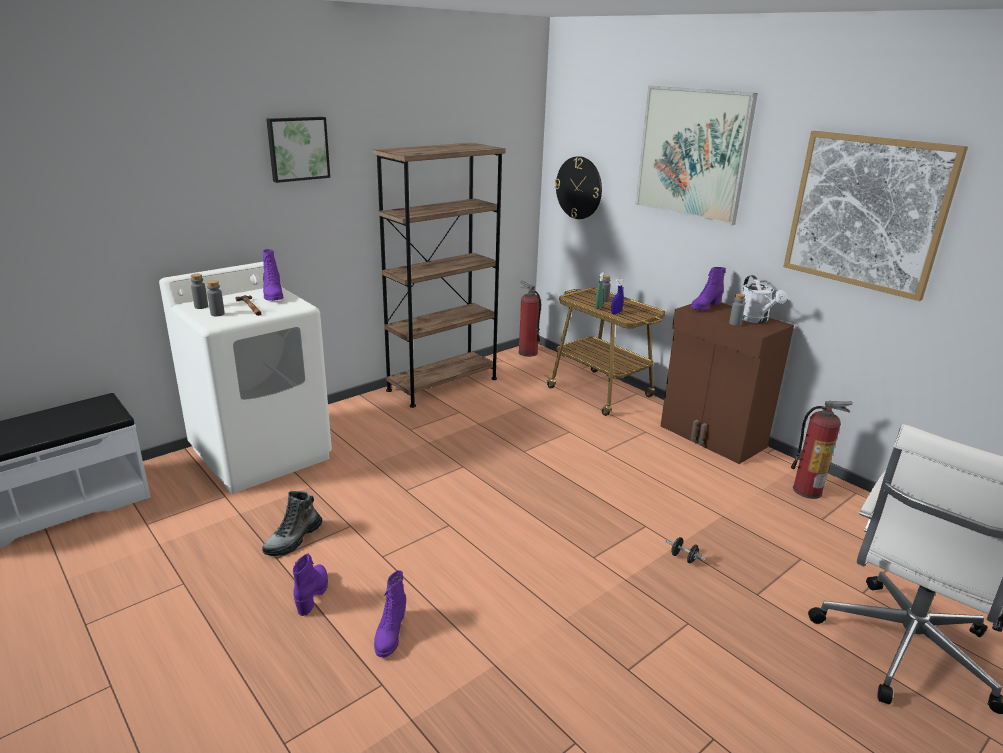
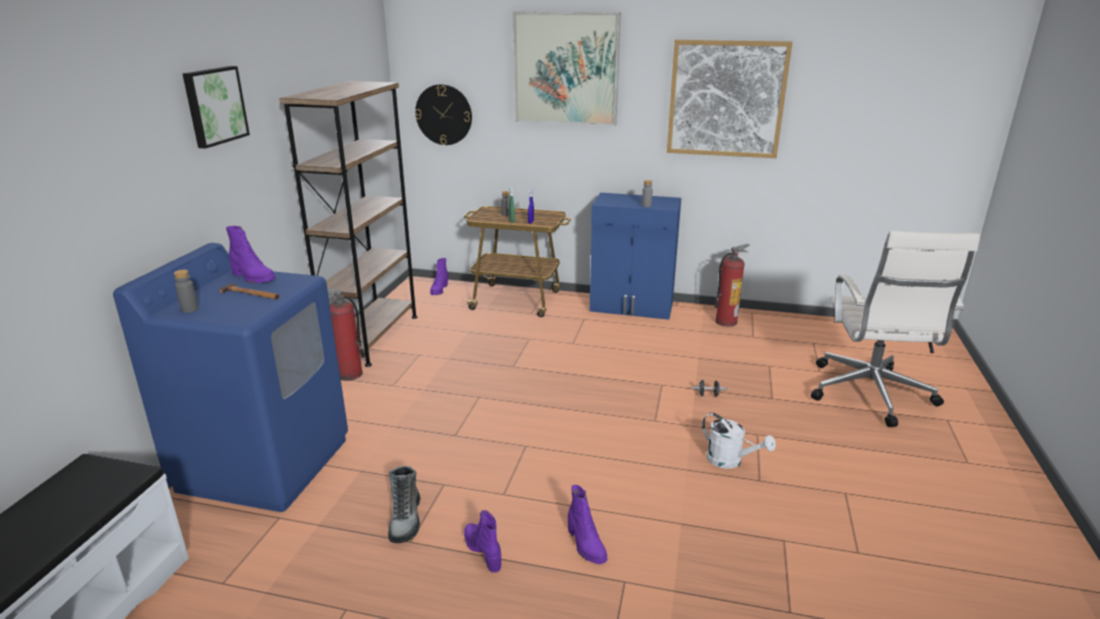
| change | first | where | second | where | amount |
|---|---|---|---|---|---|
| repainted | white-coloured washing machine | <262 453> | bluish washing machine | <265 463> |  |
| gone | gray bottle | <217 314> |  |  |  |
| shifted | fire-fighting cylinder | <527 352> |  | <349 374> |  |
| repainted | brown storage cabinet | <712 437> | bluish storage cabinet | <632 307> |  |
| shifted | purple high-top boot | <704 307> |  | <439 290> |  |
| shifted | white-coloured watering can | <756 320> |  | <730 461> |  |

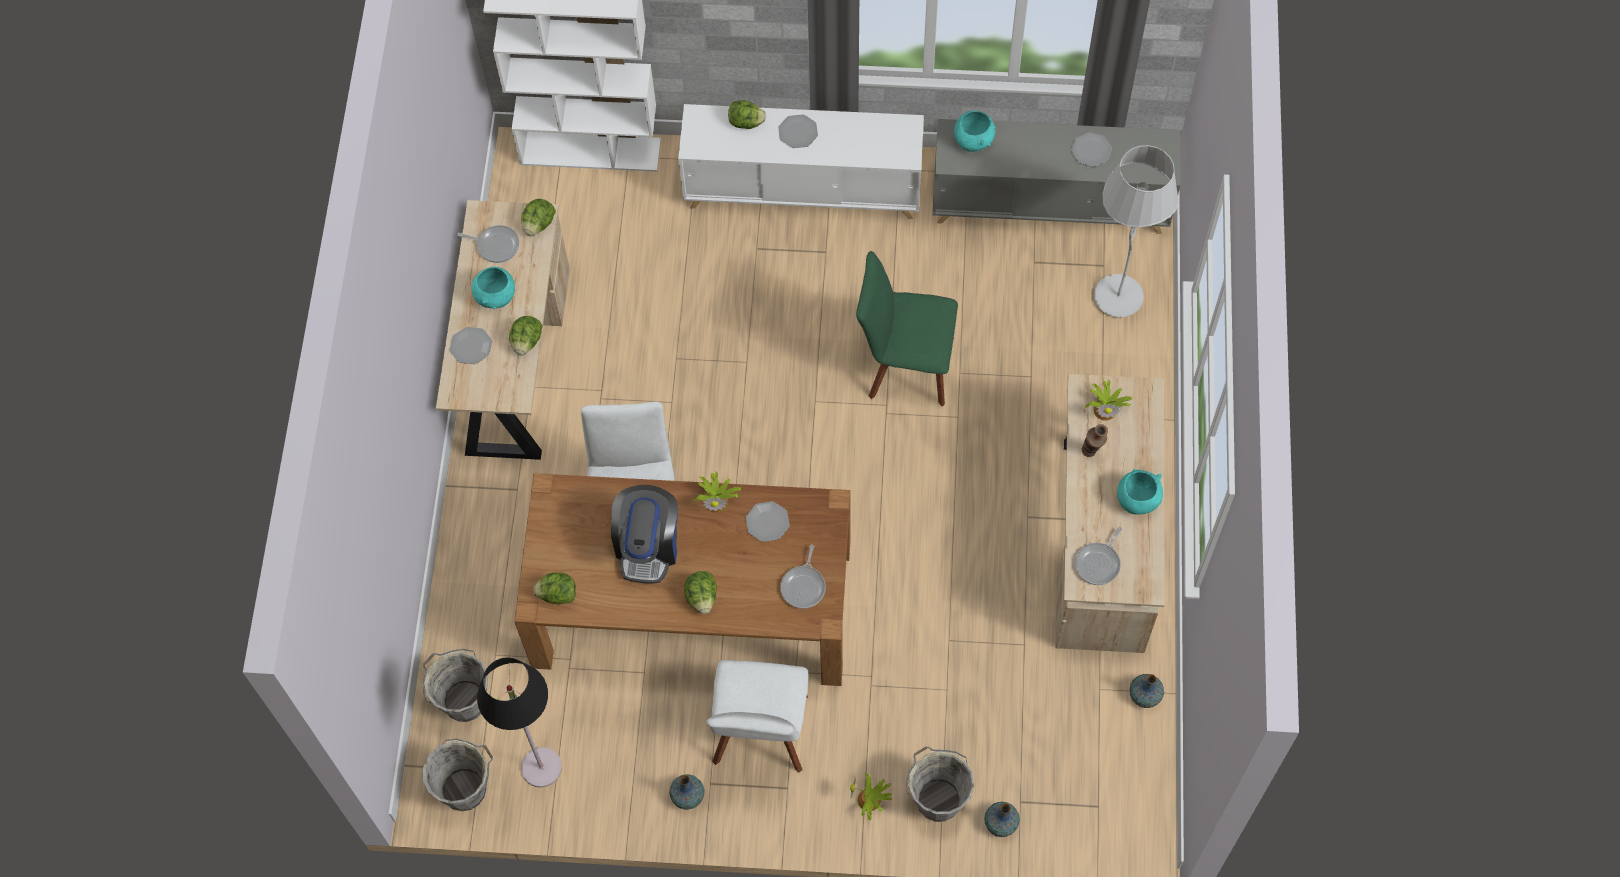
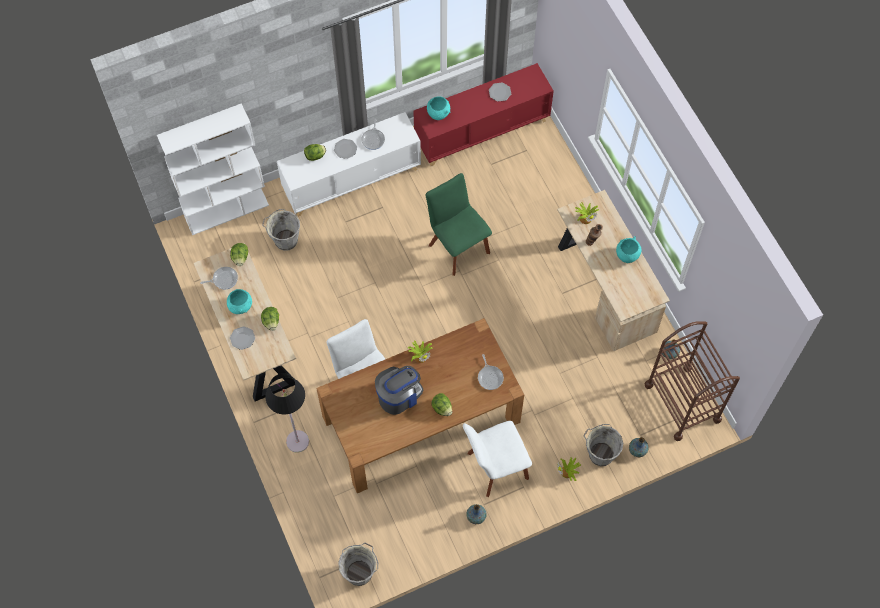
| change | first | where | second | where | amount |
|---|---|---|---|---|---|
| shifted | gray bucket | <463 700> |  | <285 240> |  |
| shifted | black standard lamp | <541 767> |  | <297 441> |  |
| gone | lettuce head | <557 594> |  |  |  |
| rotated | coffee maker | <648 546> |  | <399 396> | 105 degrees counterclockwise |
| rotated | white-coloured chair | <760 735> |  | <494 467> | 90 degrees clockwise |
| gone | flat dish | <767 522> |  |  |  |
| rotated | greenish chair | <905 366> |  | <457 246> | 75 degrees clockwise |
| repainted | gray storage cabinet | <1050 204> | reddish storage cabinet | <482 131> |  |
| shifted | skillet | <1099 563> |  | <373 139> |  |
| gone | white-coloured standard lamp | <1118 298> |  |  |  |
| new |  |  | brown wheeled cart | <682 402> |  |

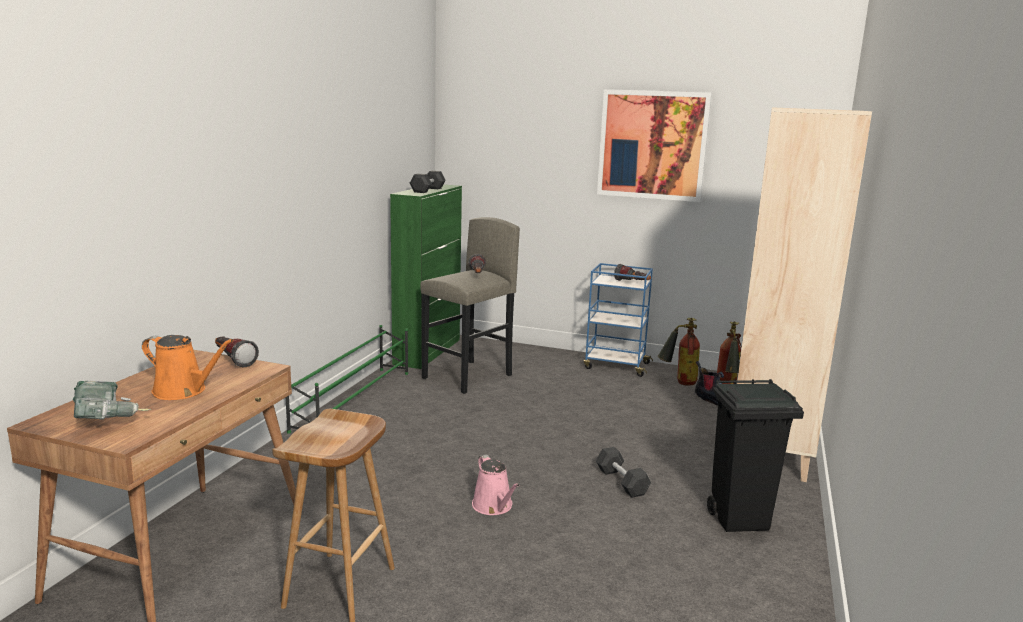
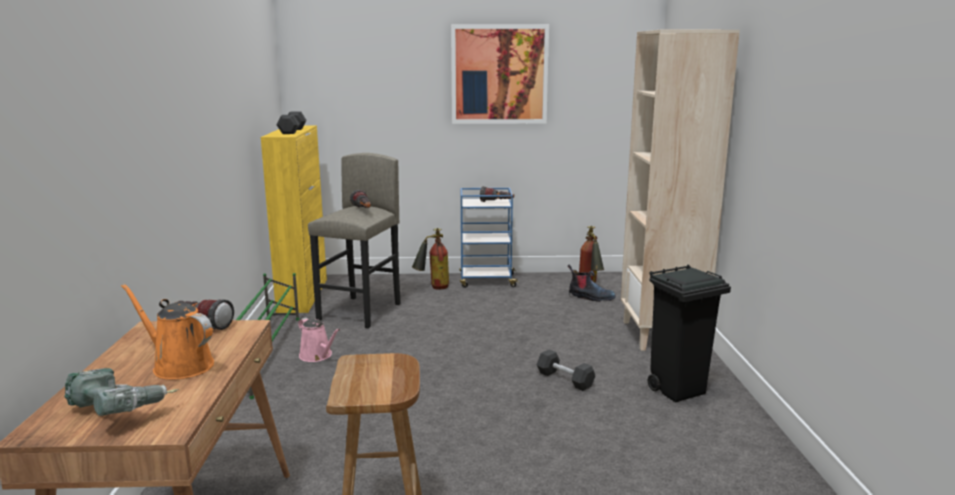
| change | first | where | second | where | amount |
|---|---|---|---|---|---|
| rotated | orange-coloured watering can | <183 391> |  | <179 365> | 150 degrees counterclockwise |
| repainted | greenish storage cabinet | <428 351> | yellow storage cabinet | <303 295> |  |
| shifted | pinkish watering can | <494 506> |  | <317 356> |  |
| shifted | fire-fighting cylinder | <678 382> |  | <432 288> |  |

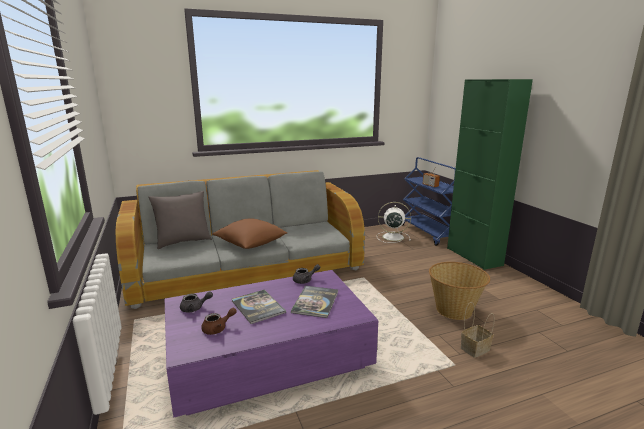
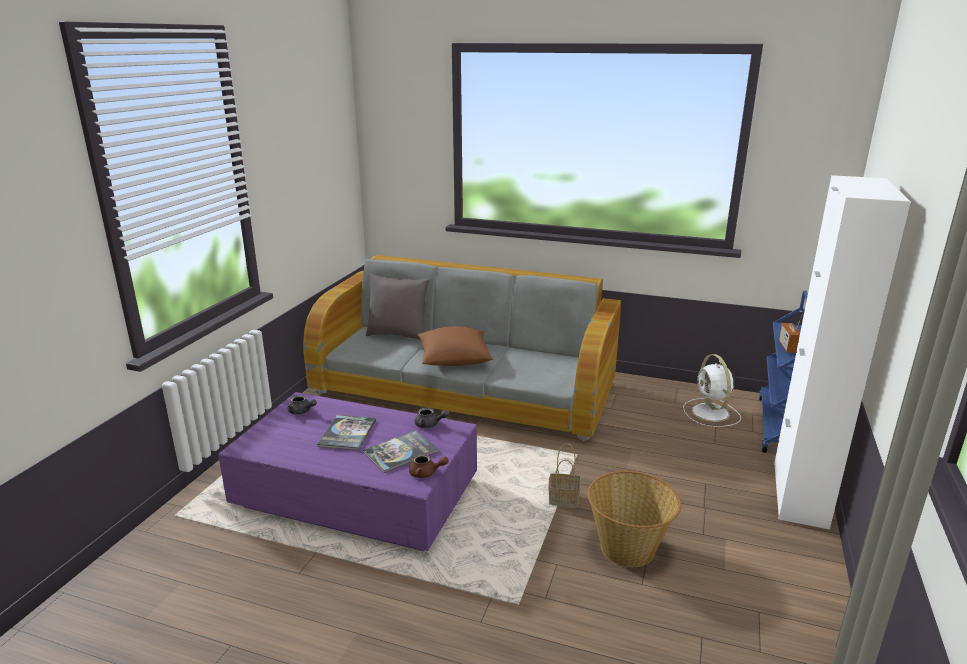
| change | first | where | second | where | amount |
|---|---|---|---|---|---|
| shifted | brown teapot | <218 328> |  | <426 473> |  |
| rotated | white-coloured fan | <392 237> |  | <711 413> | 150 degrees counterclockwise |
| repainted | greenish storage cabinet | <474 256> | white-coloured storage cabinet | <799 494> |  |
| shifted | household basket | <475 348> |  | <564 499> |  |

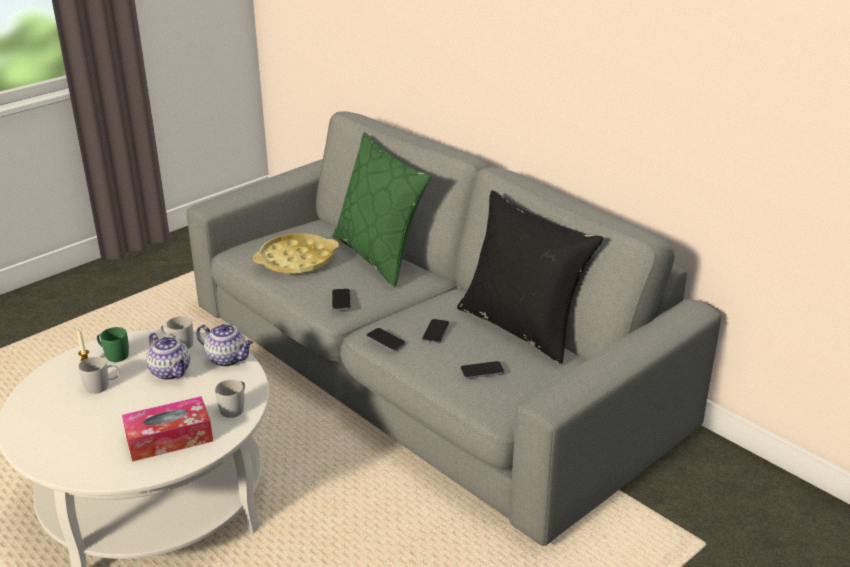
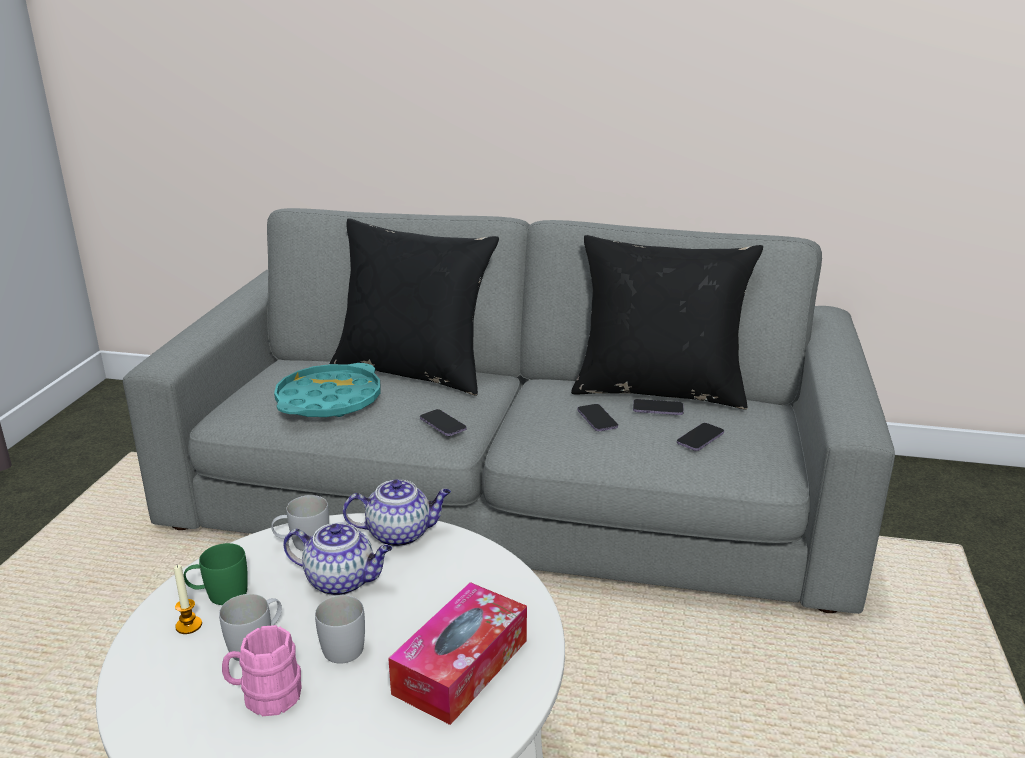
| change | first | where | second | where | amount |
|---|---|---|---|---|---|
| shifted | white-coloured coffee mug | <235 408> |  | <342 644> |  |
| repainted | yellow carrying tray | <296 260> | turquoise-coloured carrying tray | <329 400> |  |
| repainted | greenish throw pillow | <380 255> | black throw pillow | <414 371> |  |
| shifted | phone | <385 340> |  | <658 409> |  |
| new |  |  | pinkish coffee mug | <265 697> |  |

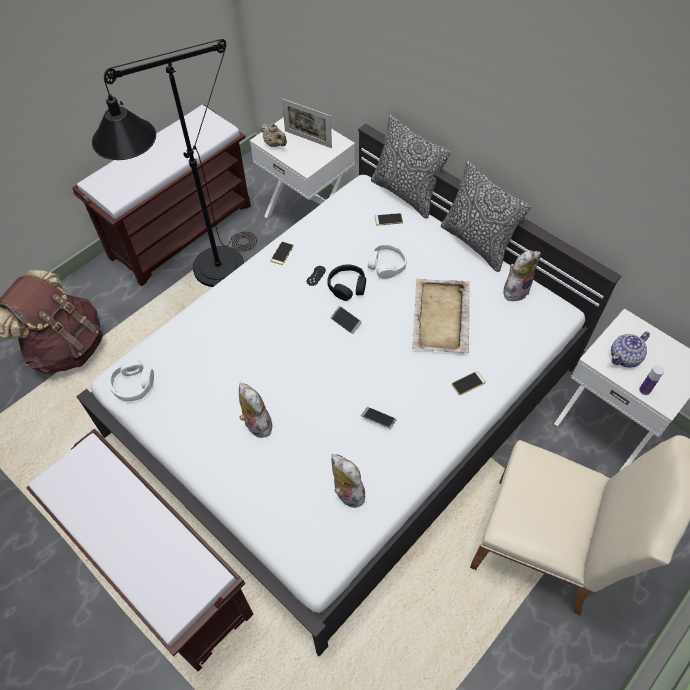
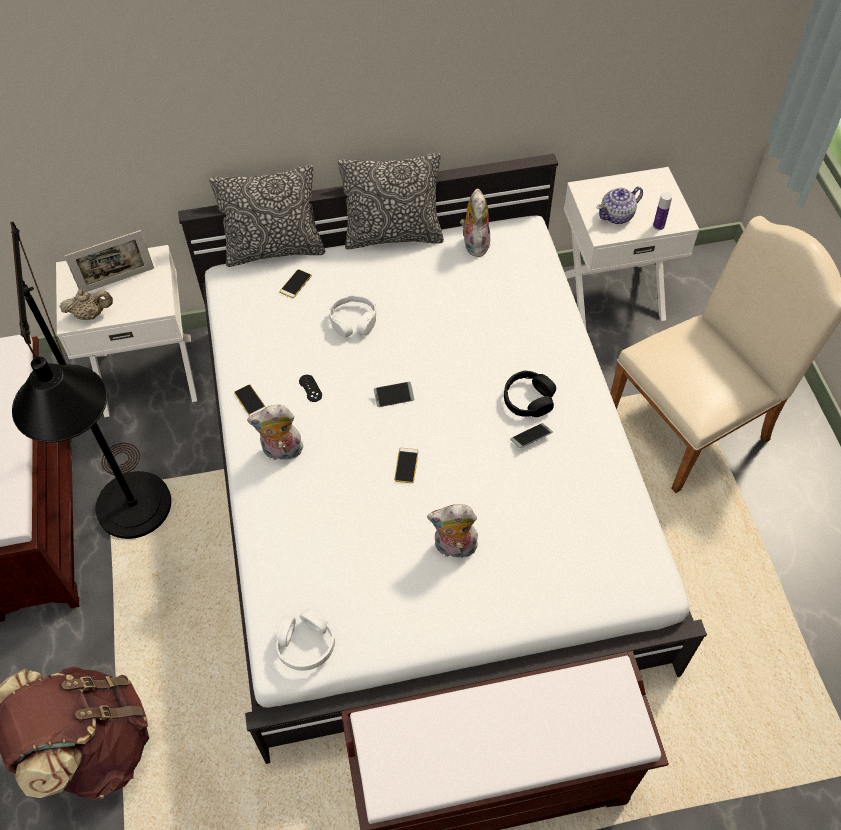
| change | first | where | second | where | amount |
|---|---|---|---|---|---|
| shifted | black pair of headphones | <347 286> |  | <528 399> |  |
| shifted | soft toy | <346 493> |  | <281 452> |  |
| gone | sand-coloured carrying tray | <440 318> |  |  |  |
| shifted | phone | <468 383> |  | <406 465> |  |
| rotated | teapot | <625 357> |  | <617 215> | 60 degrees clockwise |

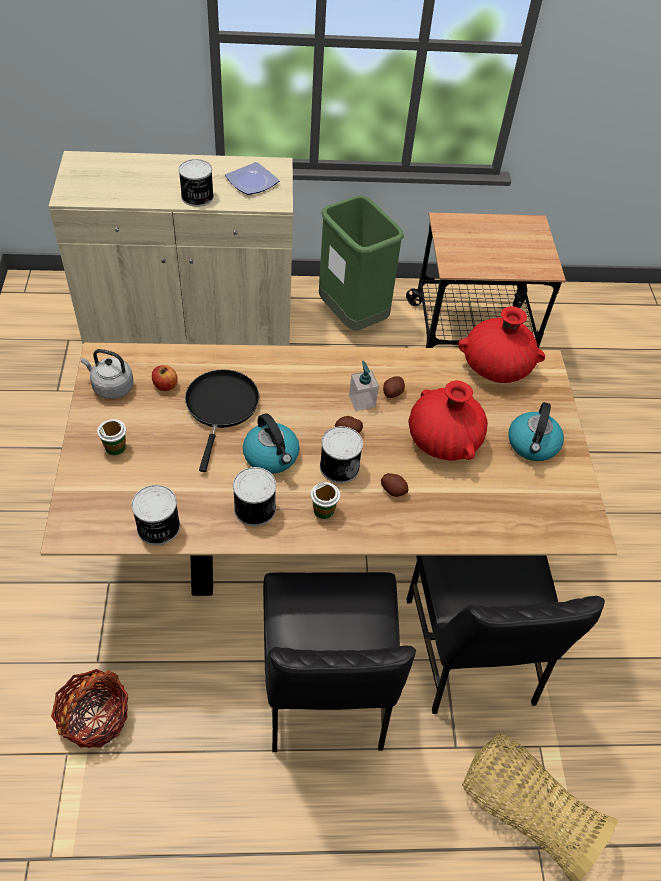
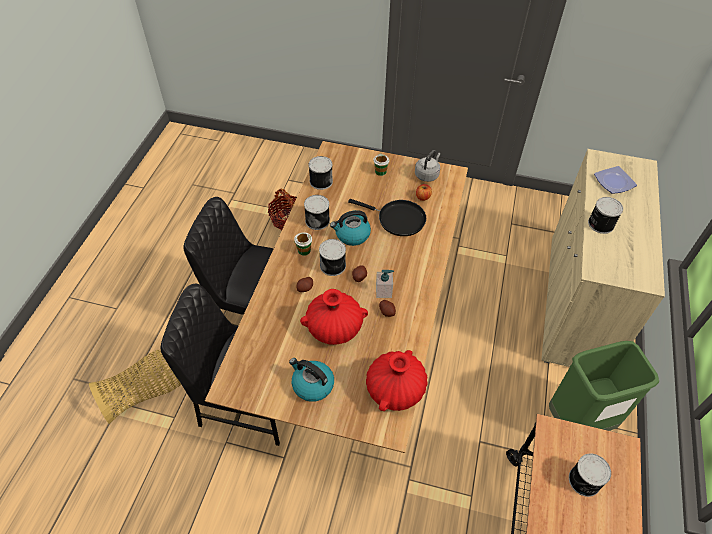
| change | first | where | second | where | amount |
|---|---|---|---|---|---|
| shifted | flat dish | <251 182> |  | <614 181> |  |
| new |  |  | sealed can | <584 481> |  |

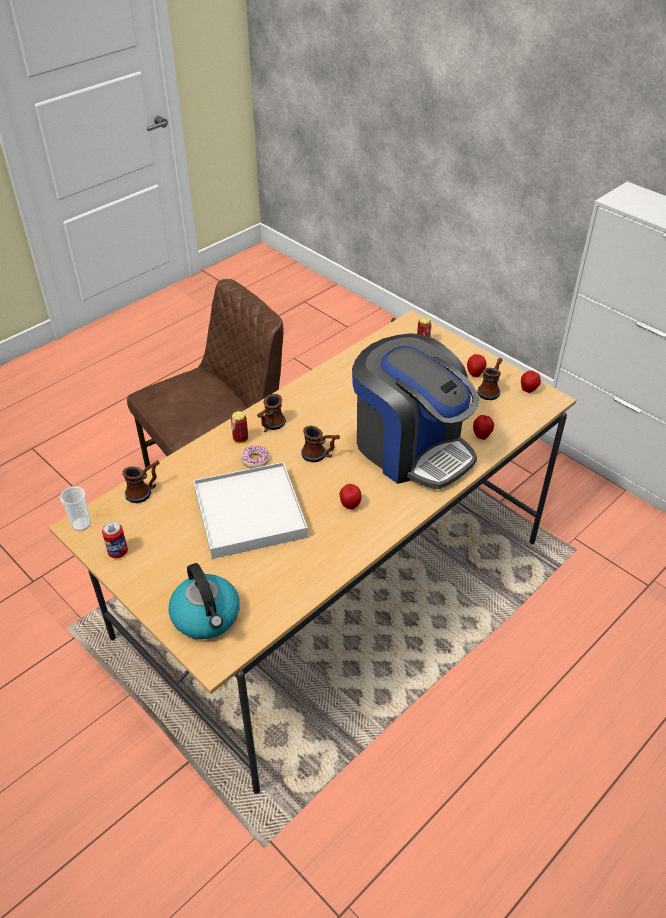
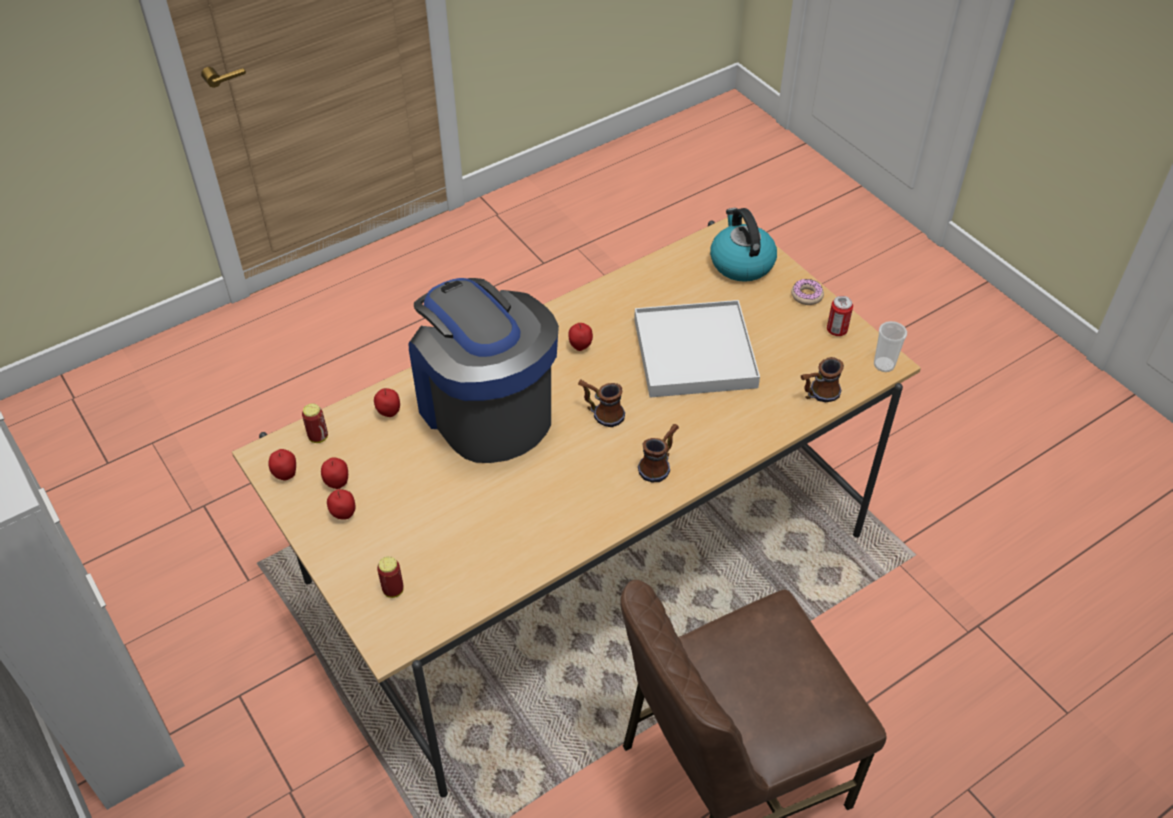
| change | first | where | second | where | amount |
|---|---|---|---|---|---|
| shifted | sealed can | <240 439> |  | <318 437> |  |
| shifted | doughnut | <255 460> |  | <807 295> |  |
| swapped | coffee mug | <490 390> | apple | <337 483> |  |

